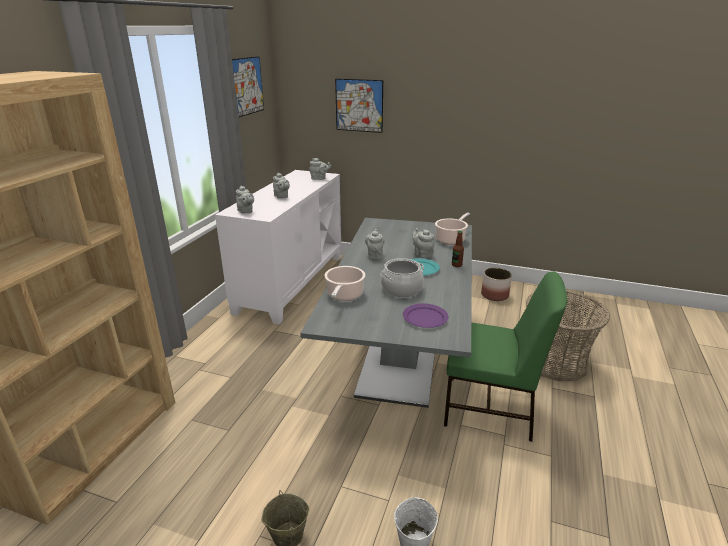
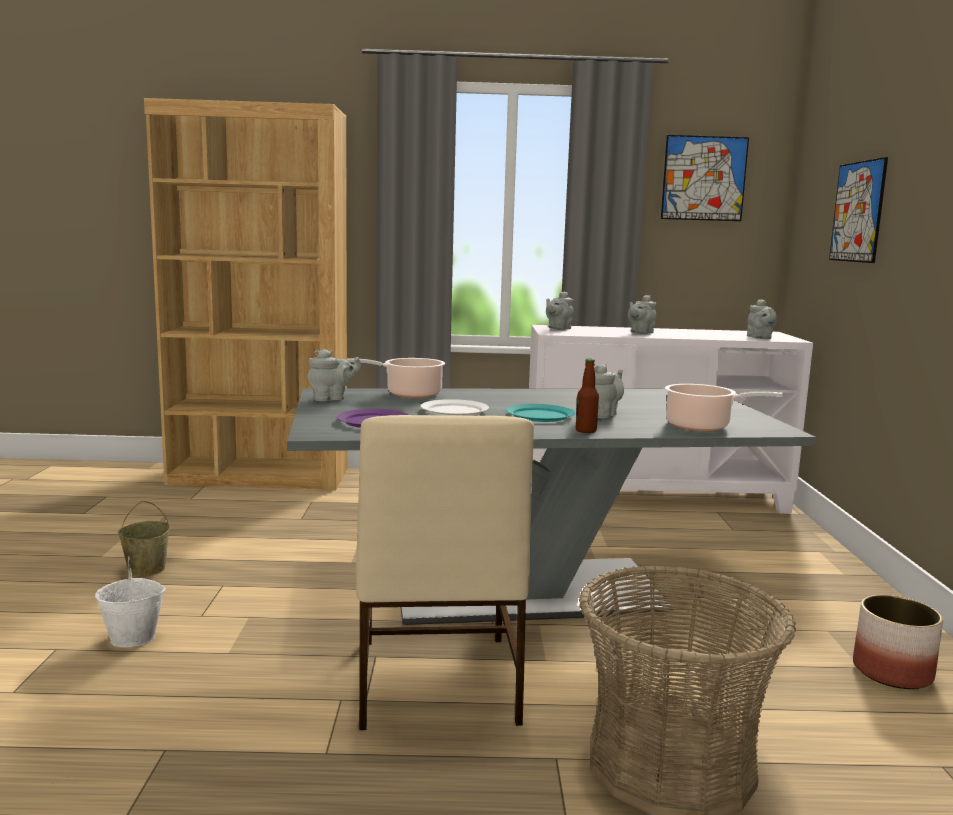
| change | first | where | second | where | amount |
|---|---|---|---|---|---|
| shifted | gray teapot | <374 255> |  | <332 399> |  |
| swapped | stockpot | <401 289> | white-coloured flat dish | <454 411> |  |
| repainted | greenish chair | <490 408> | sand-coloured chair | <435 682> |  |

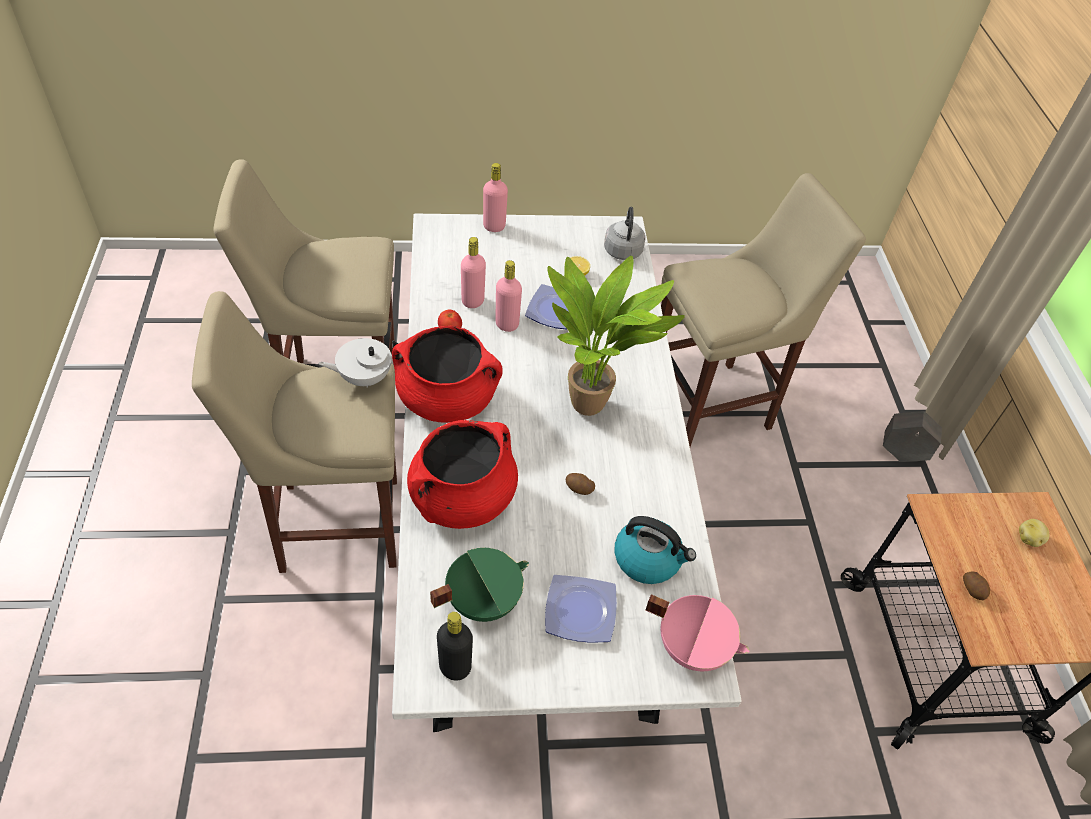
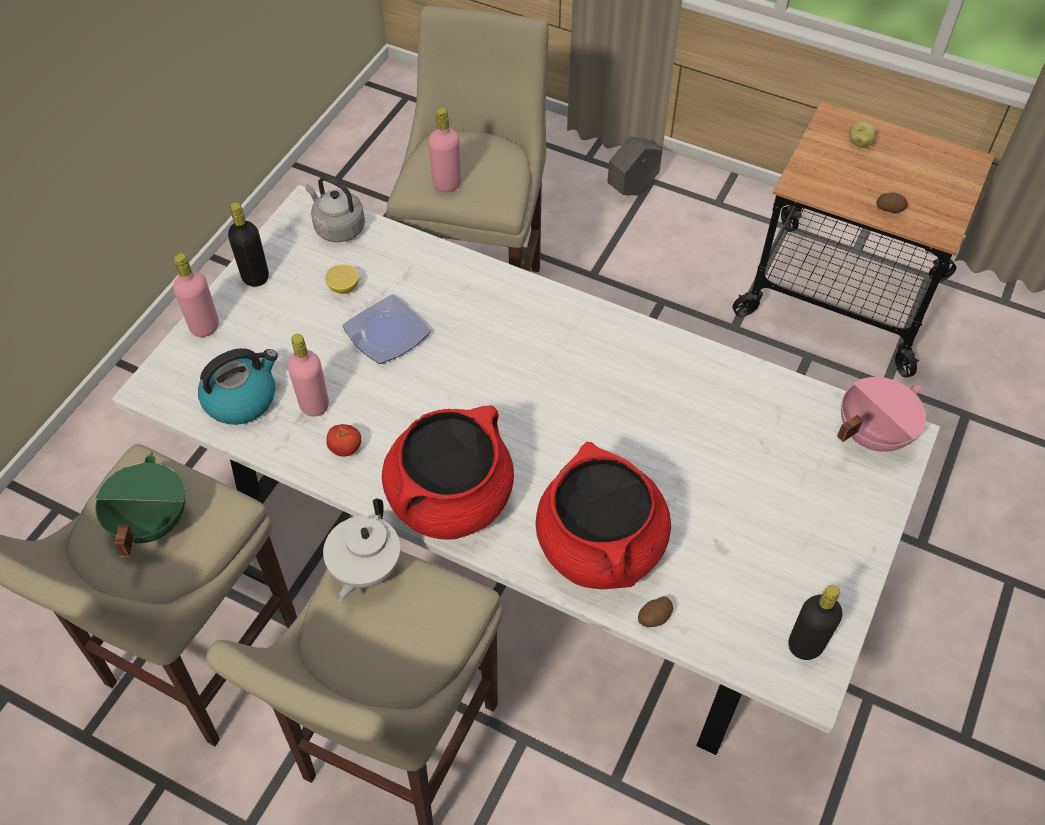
| change | first | where | second | where | amount |
|---|---|---|---|---|---|
| shifted | greenish stockpot | <482 600> |  | <149 522> |  |
| shifted | pinkish bottle | <507 324> |  | <447 184> |  |
| gone | flat dish | <579 612> |  |  |  |
| gone | houseplant | <593 404> |  |  |  |
| shifted | whole potato | <578 489> |  | <655 617> |  |
| shifted | kettle | <648 559> |  | <241 398> |  |
| new |  |  | black bottle | <255 277> |  |

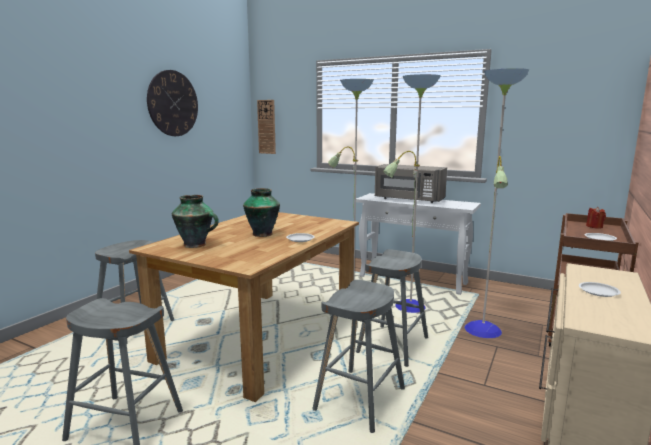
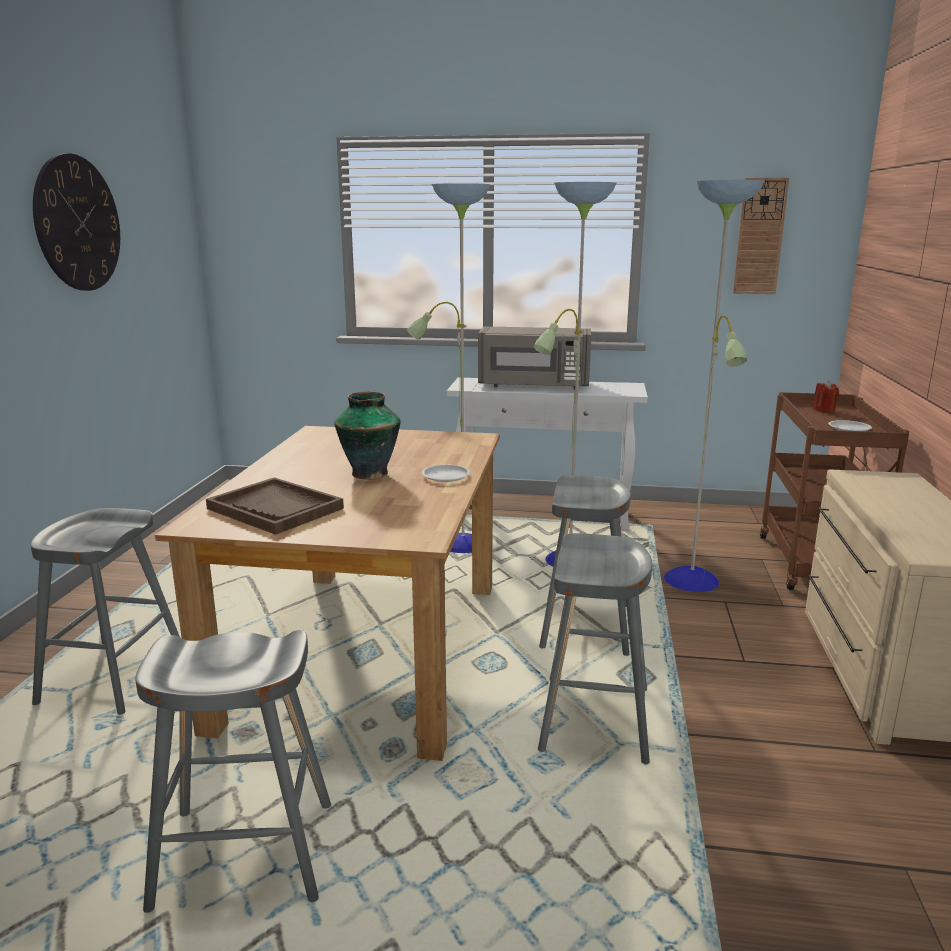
| change | first | where | second | where | amount |
|---|---|---|---|---|---|
| swapped | vase | <196 245> | brown carrying tray | <275 508> |  |
| shifted | clock on the wall | <266 127> |  | <760 237> |  |
| gone | white-coloured flat dish | <598 292> |  |  |  |

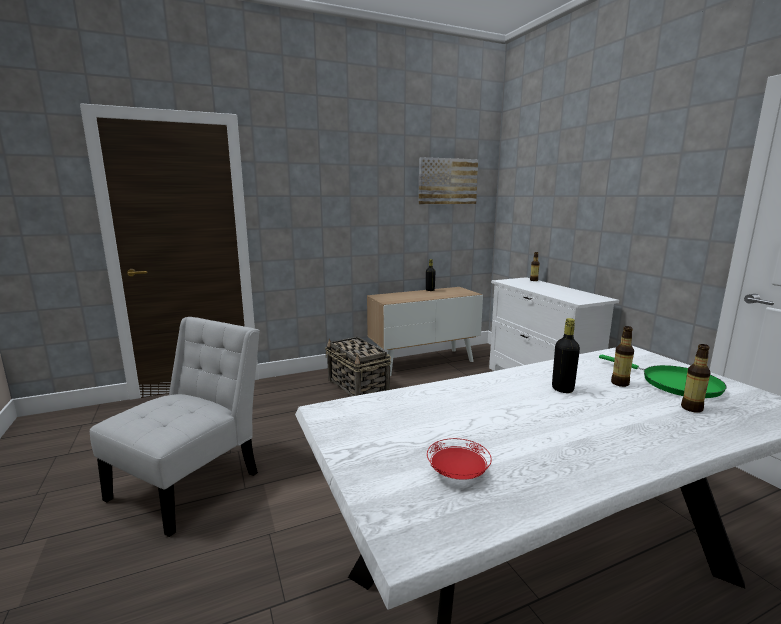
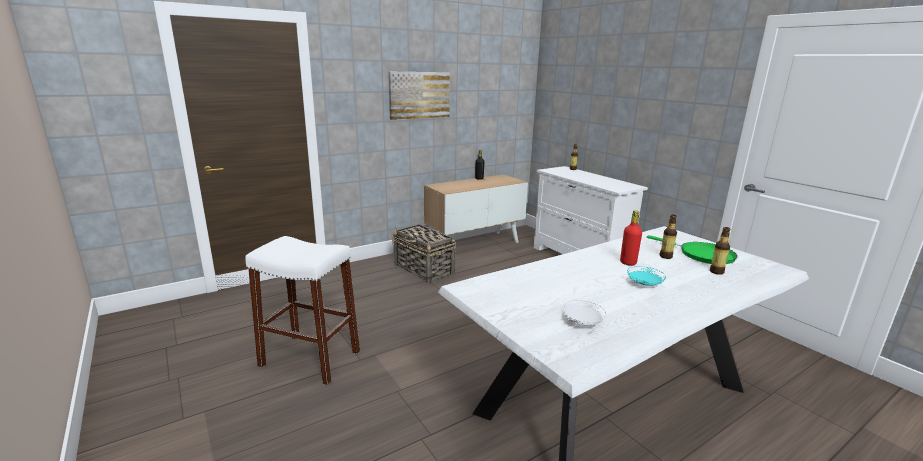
| change | first | where | second | where | amount |
|---|---|---|---|---|---|
| swapped | white-coloured chair | <192 482> | white-coloured sitting stool | <310 358> |  |
| shifted | wall picture | <447 181> |  | <419 95> |  |
| repainted | reddish flat dish | <458 474> | white-coloured flat dish | <582 323> |  |
| repainted | black bottle | <562 389> | reddish bottle | <628 263> |  |
| new |  |  | turquoise-coloured flat dish | <644 284> |  |

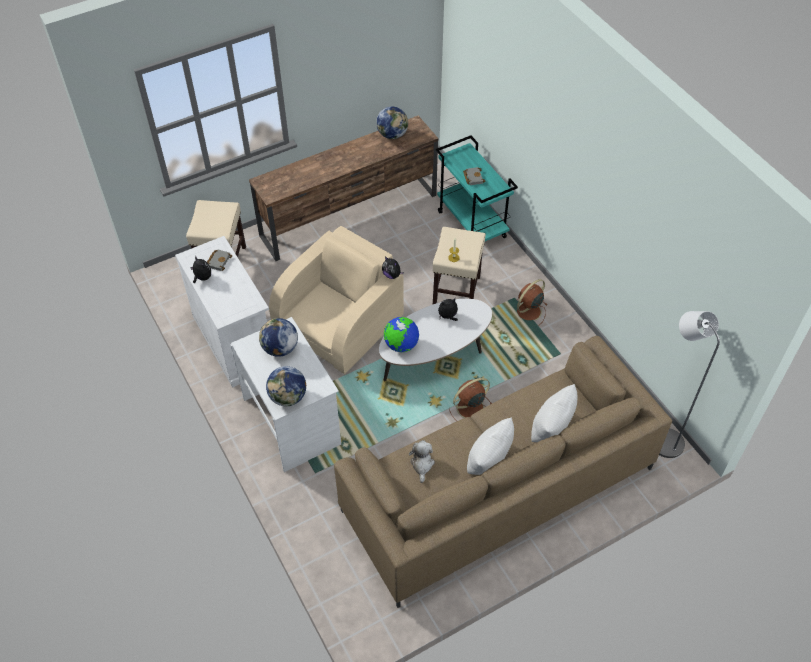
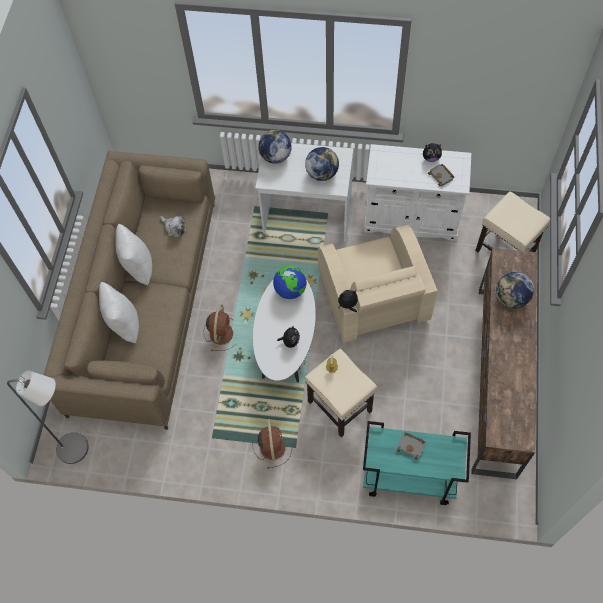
| change | first | where | second | where | amount |
|---|---|---|---|---|---|
| shifted | desk globe | <392 134> |  | <511 298> |  |

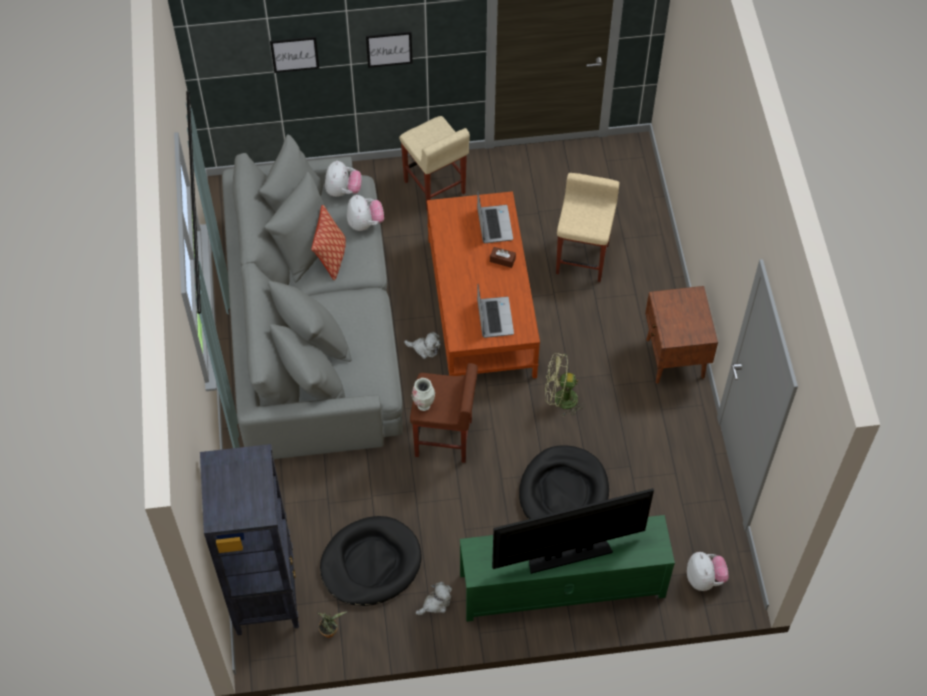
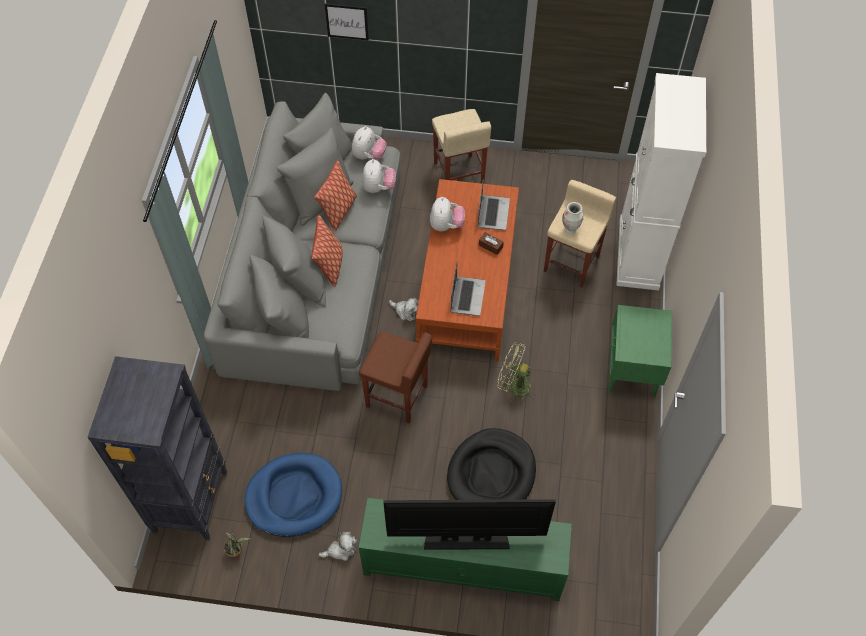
| change | first | where | second | where | amount |
|---|---|---|---|---|---|
| repainted | black dog bed | <370 563> | bluish dog bed | <294 496> |  |
| gone | wall picture | <389 49> |  |  |  |
| shifted | vase | <424 405> |  | <570 230> |  |
| repainted | brown night table | <674 359> | greenish night table | <631 373> |  |
| shifted | soft toy | <704 579> |  | <446 225> |  |
| new |  |  | throw pillow | <330 265> |  |
| new |  |  | white-coloured storage cabinet | <638 254> |  |

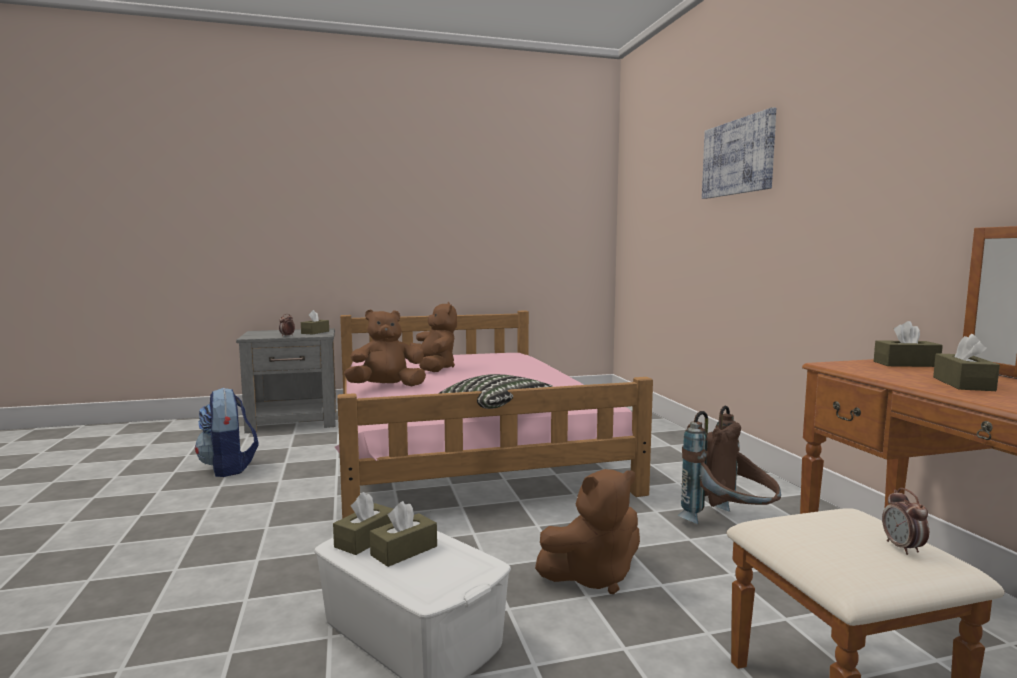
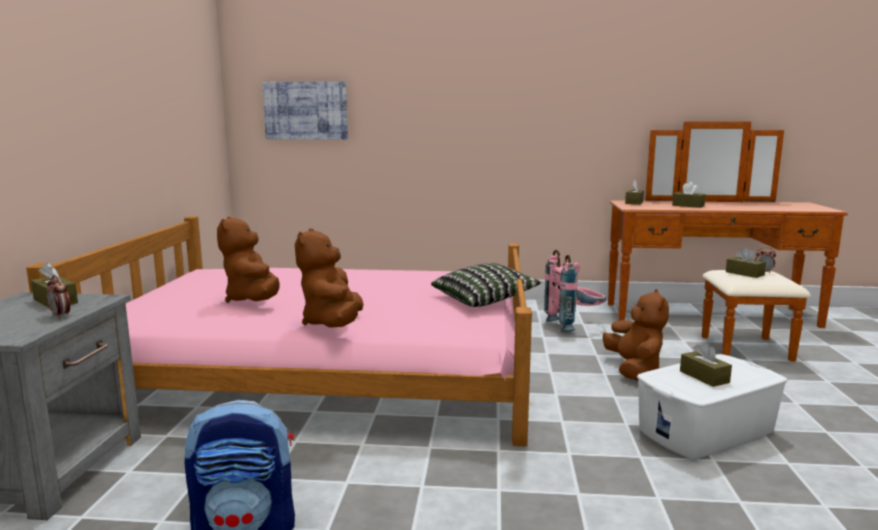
| change | first | where | second | where | amount |
|---|---|---|---|---|---|
| shifted | brown tissue box | <366 539> |  | <744 273> |  |
| rotated | brown soft toy | <434 368> |  | <253 300> | 105 degrees counterclockwise |
| repainted | brown backpack | <730 526> | pinkish backpack | <574 325> |  |
| shifted | wall picture | <738 157> |  | <305 110> |  |

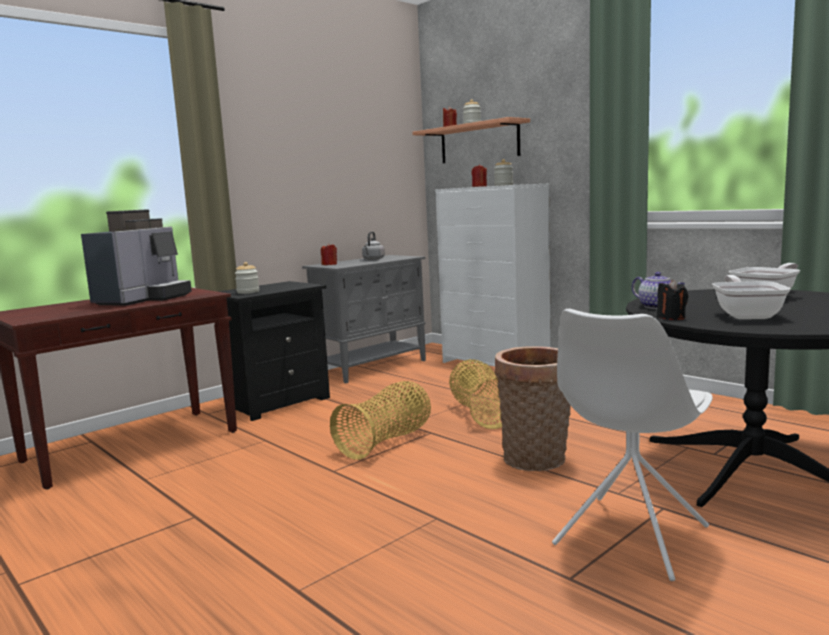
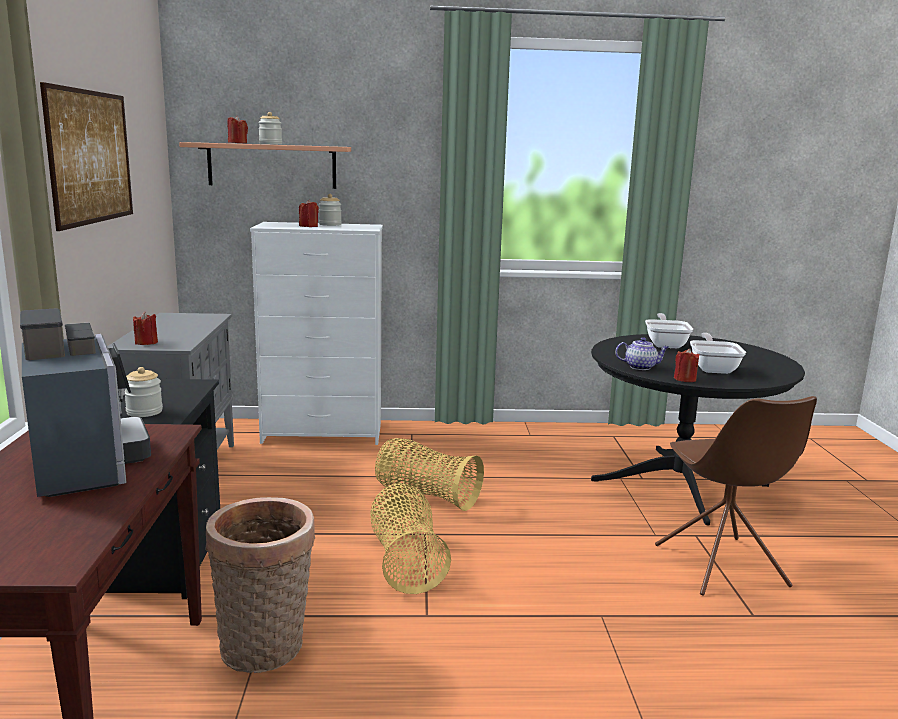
| change | first | where | second | where | amount |
|---|---|---|---|---|---|
| gone | gray kettle | <373 259> |  |  |  |
| shifted | household basket | <536 461> |  | <266 649> |  |
| repainted | white-coloured chair | <629 537> | brown chair | <721 567> |  |
| repainted | black wax light | <671 317> | reddish wax light | <684 379> |  |
| rotated | skillet | <746 315> |  | <713 368> | 45 degrees clockwise |
| new |  |  | wall picture | <91 157> |  |

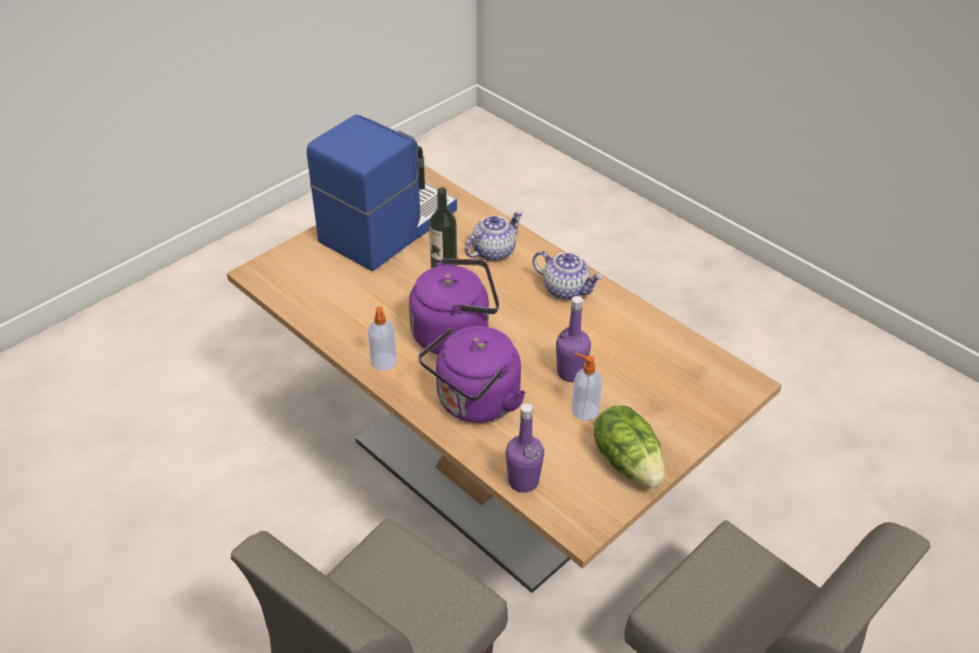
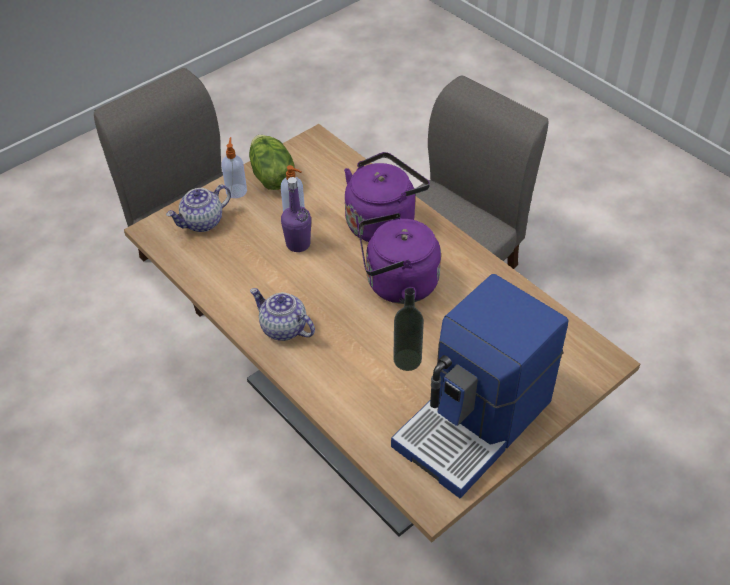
| change | first | where | second | where | amount |
|---|---|---|---|---|---|
| shifted | liquid soap bottle | <383 362> |  | <236 190> |  |
| shifted | teapot | <493 251> |  | <202 222> |  |
| gone | purple bottle | <523 481> |  |  |  |

